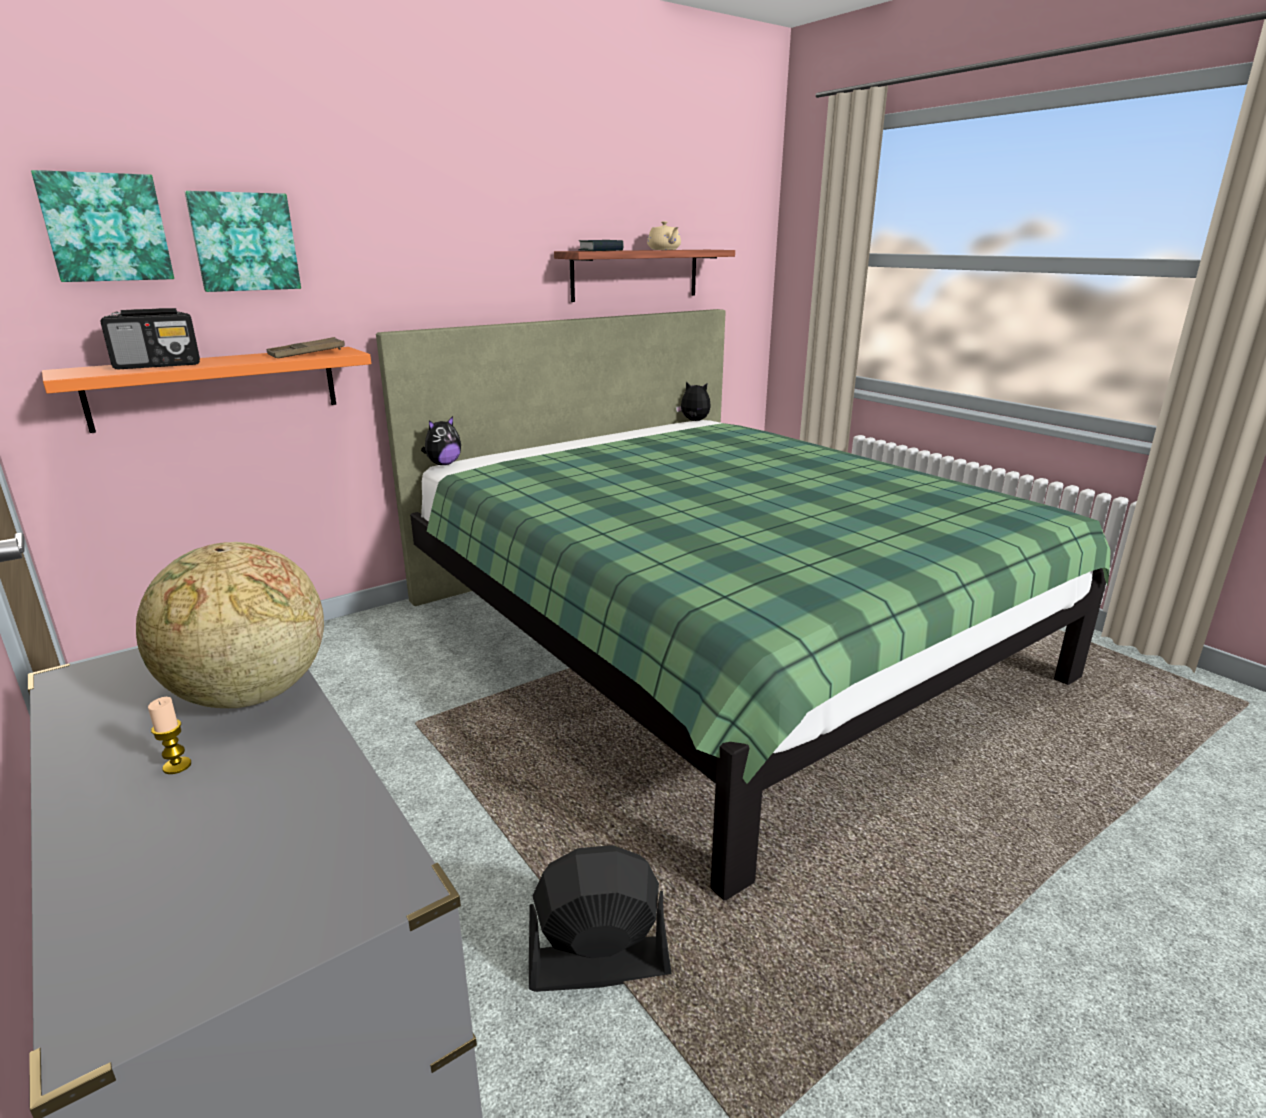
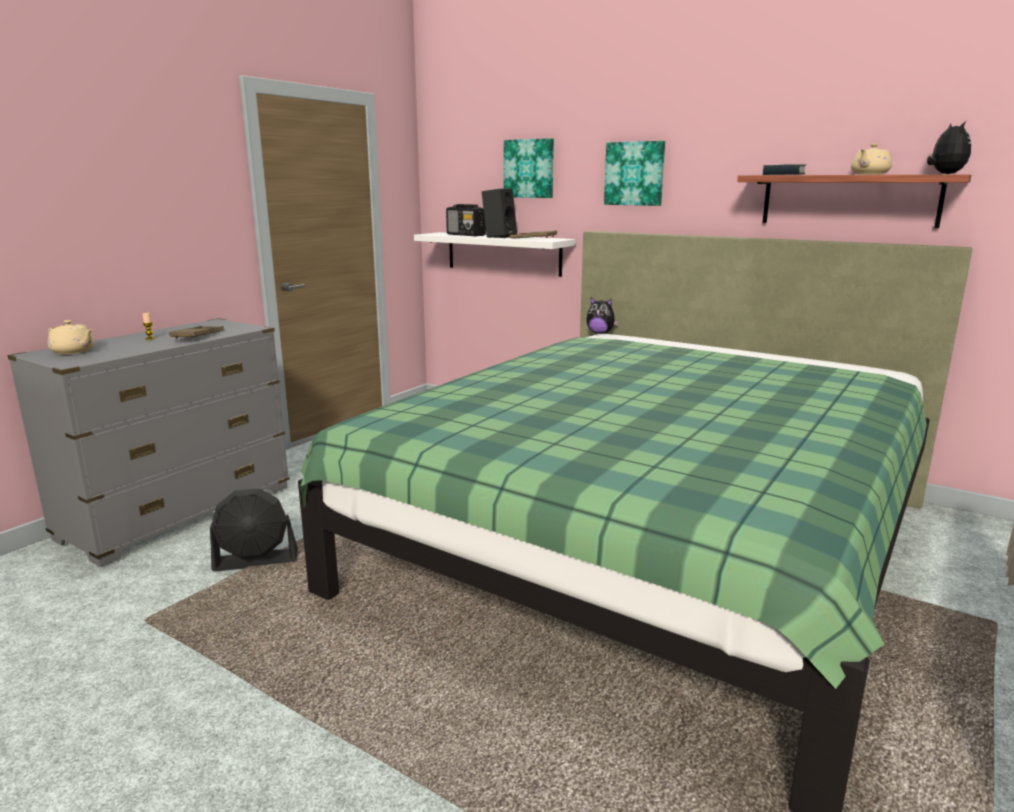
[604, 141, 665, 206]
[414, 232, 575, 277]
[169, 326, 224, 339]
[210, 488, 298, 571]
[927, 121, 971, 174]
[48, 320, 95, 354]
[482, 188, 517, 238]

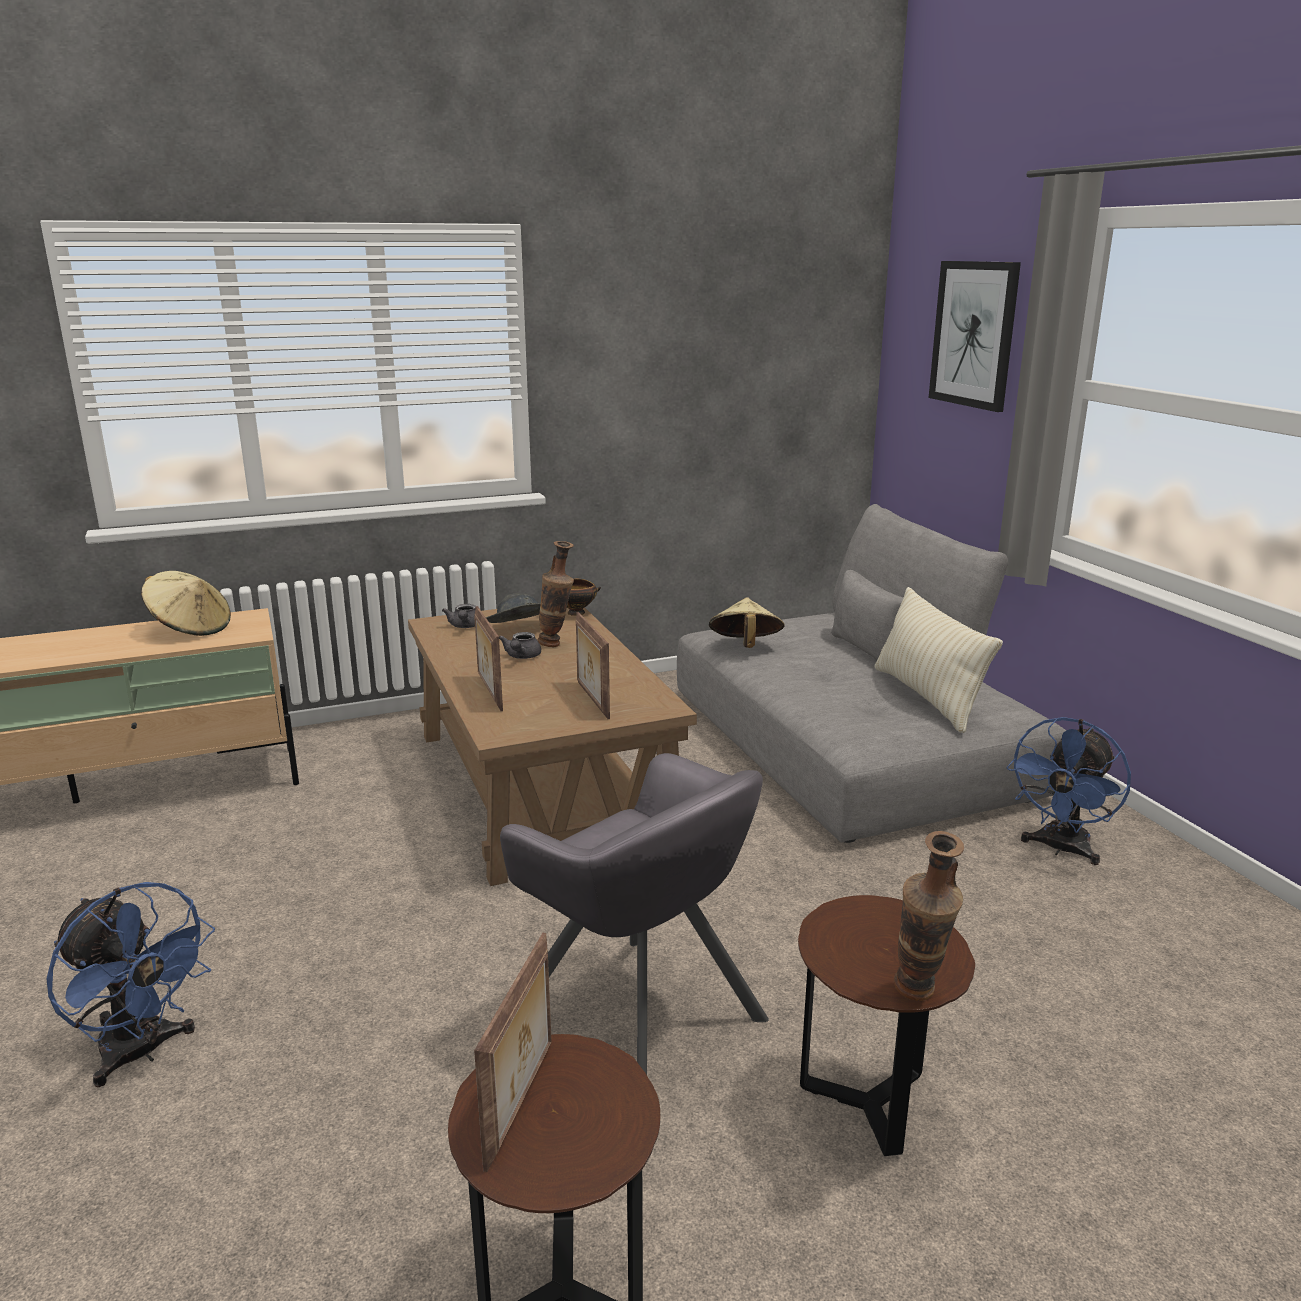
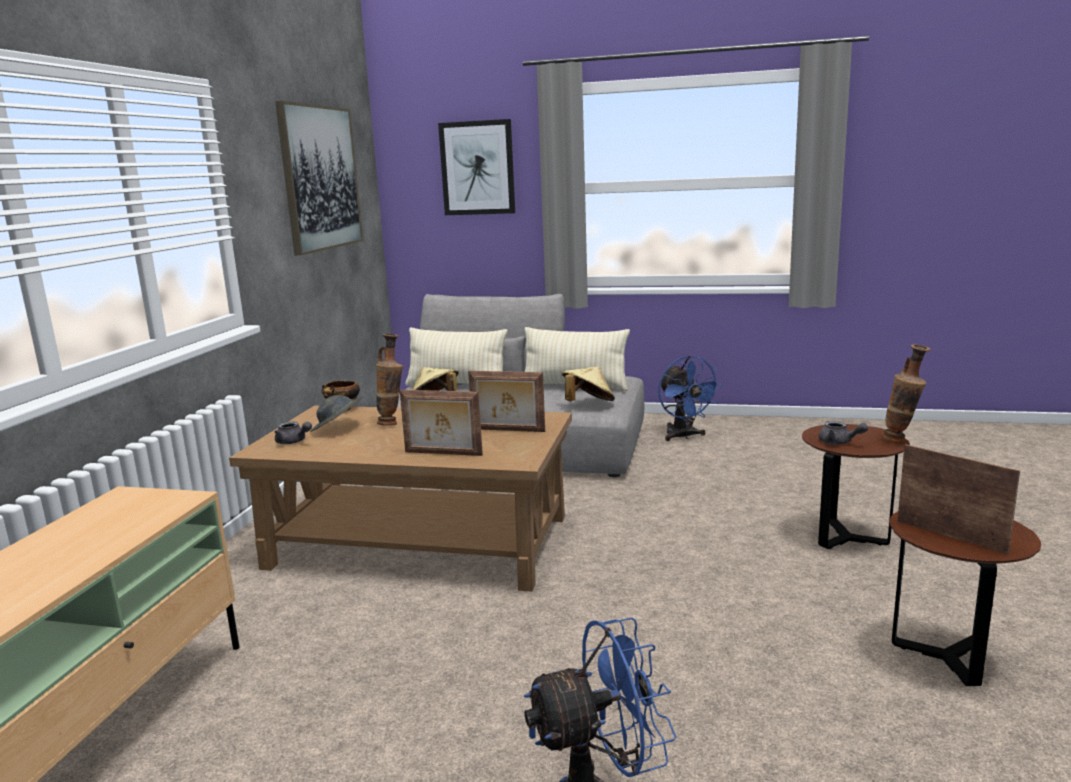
[562, 366, 615, 401]
[819, 421, 868, 445]
[500, 753, 769, 1075] (first image)
[275, 101, 363, 256]
[405, 328, 508, 386]

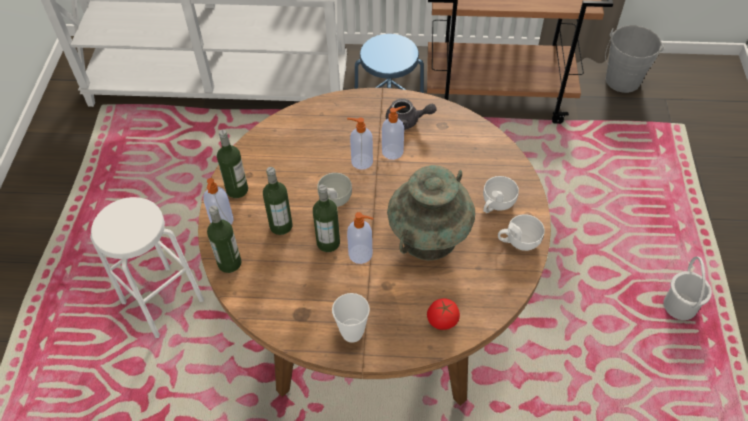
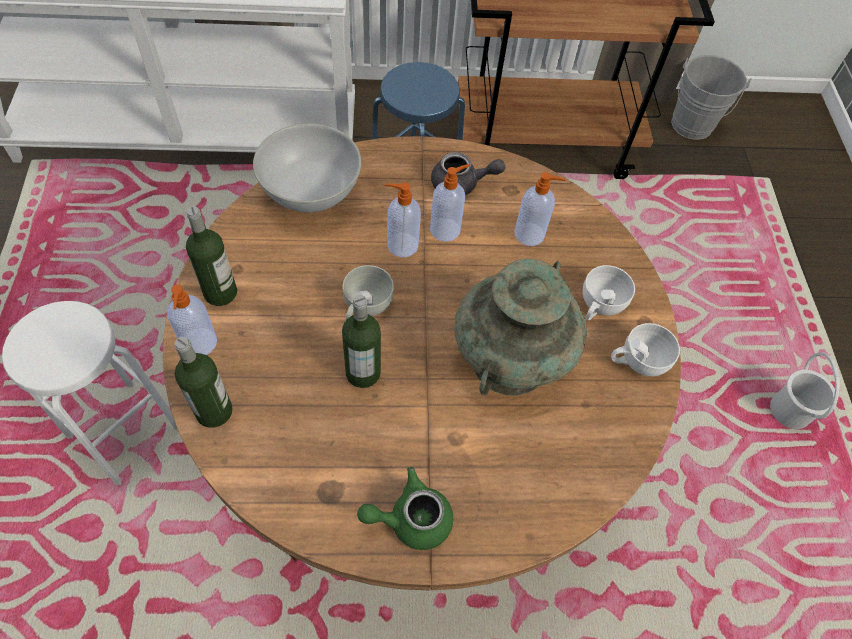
[263, 167, 293, 235] (first image)
[357, 467, 453, 550]
[514, 172, 566, 246]
[427, 298, 460, 330] (first image)
[253, 123, 361, 212]

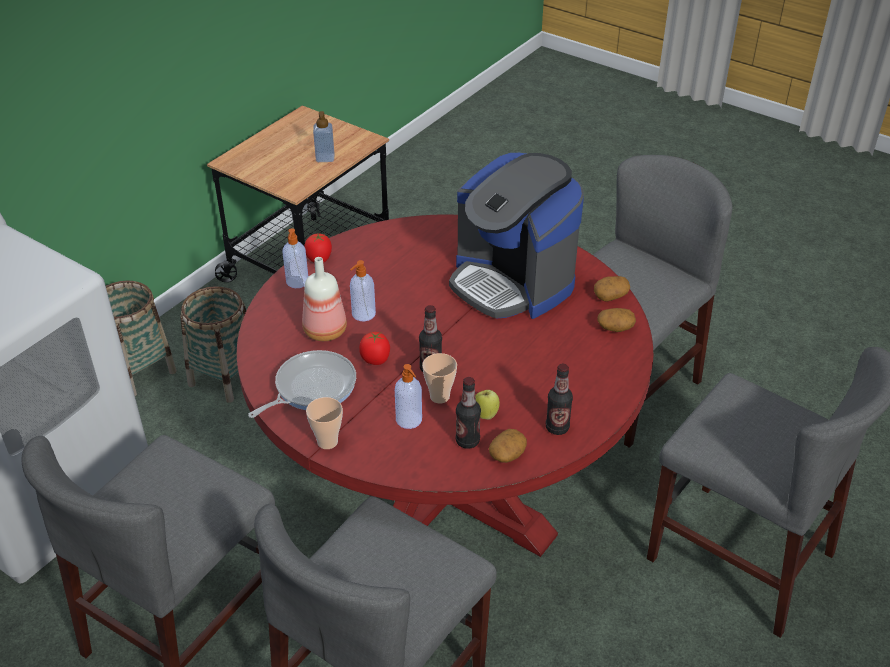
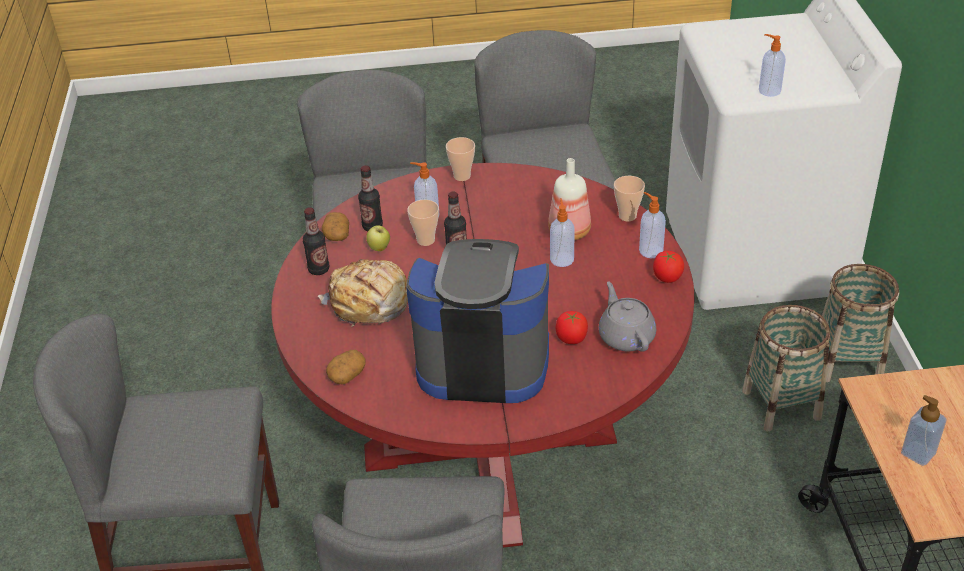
[248, 350, 356, 418] (first image)
[556, 311, 588, 344]
[594, 276, 630, 301] (first image)
[318, 259, 408, 327]
[599, 281, 656, 352]
[614, 176, 645, 222]
[759, 34, 786, 97]

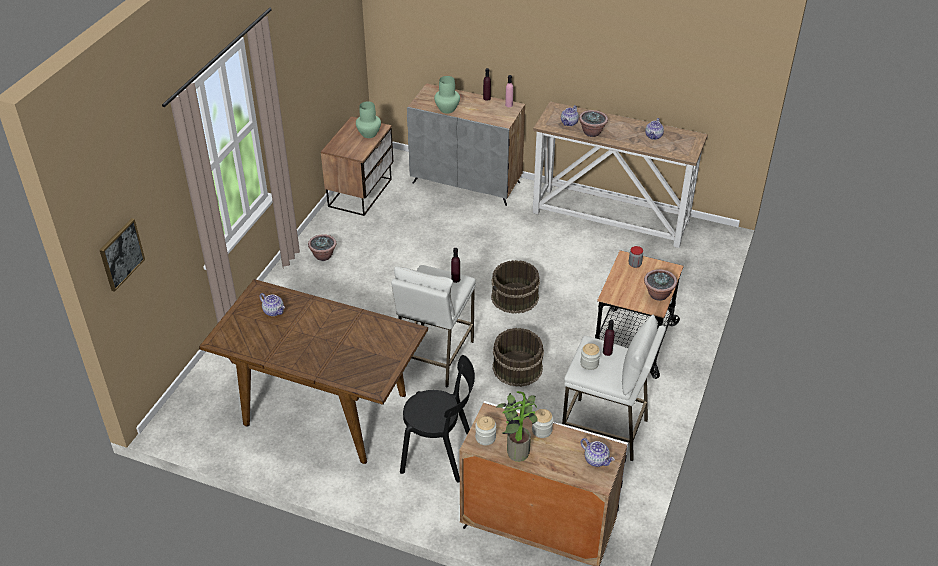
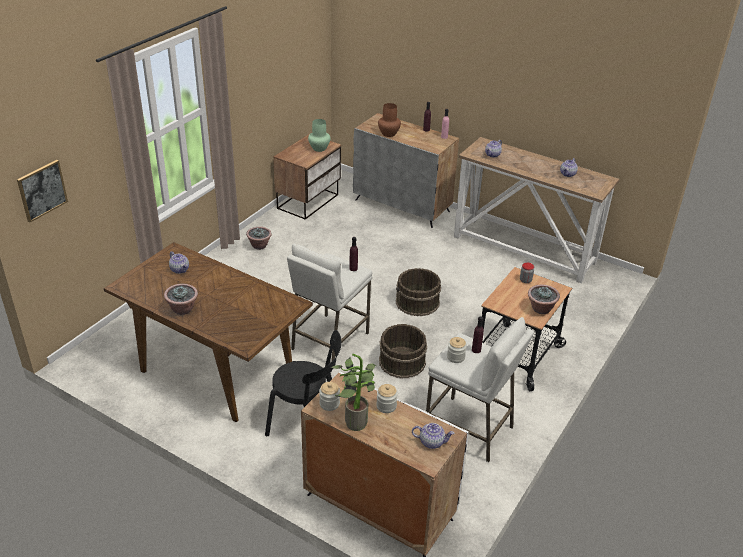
[378, 103, 401, 137]
[164, 284, 198, 315]
[412, 423, 454, 449]

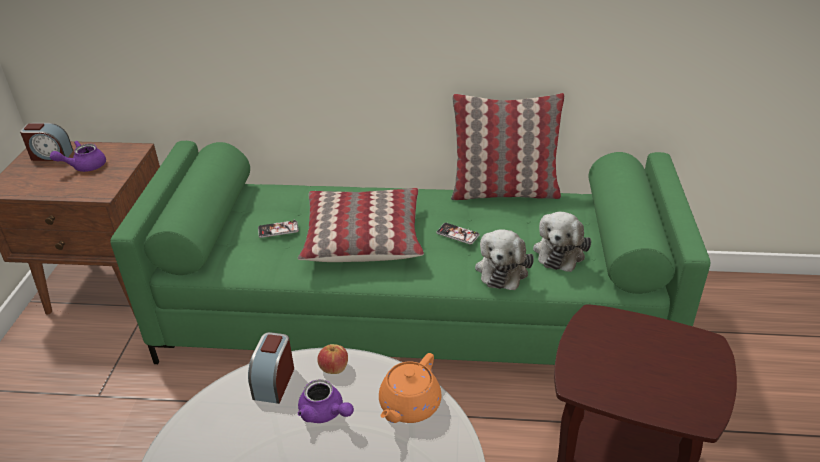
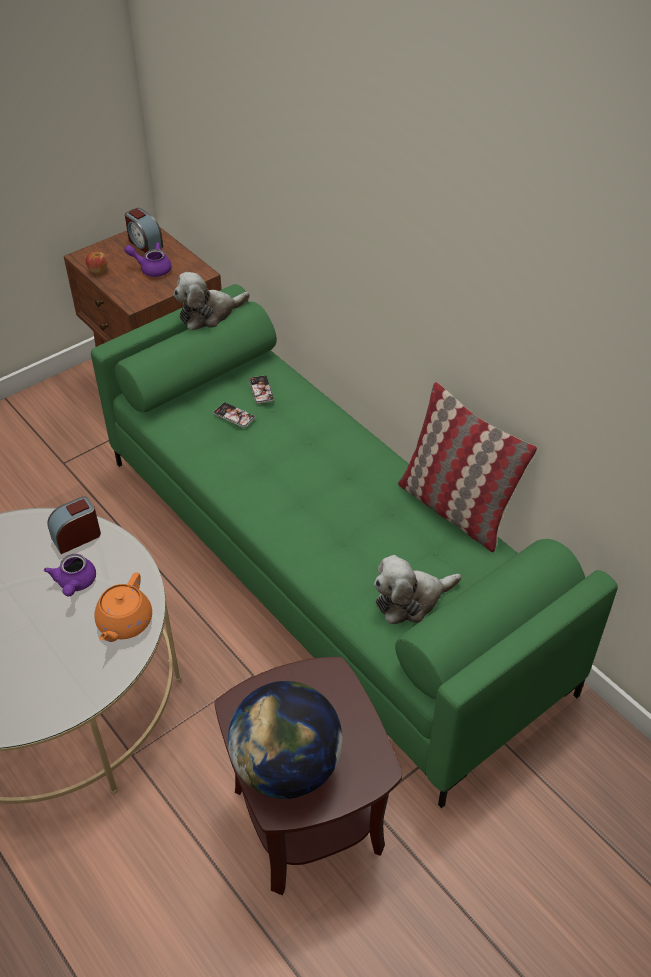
[298, 188, 424, 262] (first image)
[86, 252, 108, 274]
[94, 572, 152, 642]
[249, 375, 274, 404]
[173, 272, 250, 330]
[228, 681, 343, 799]

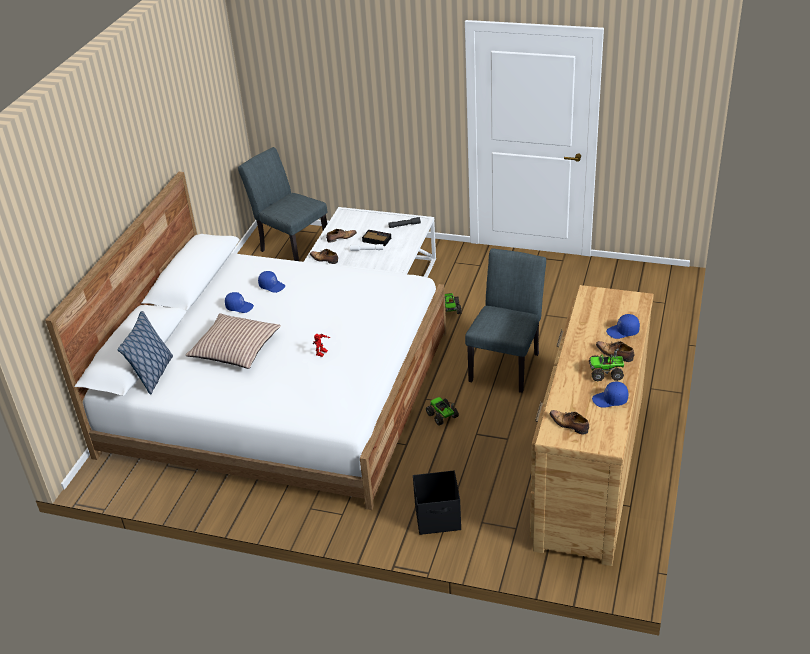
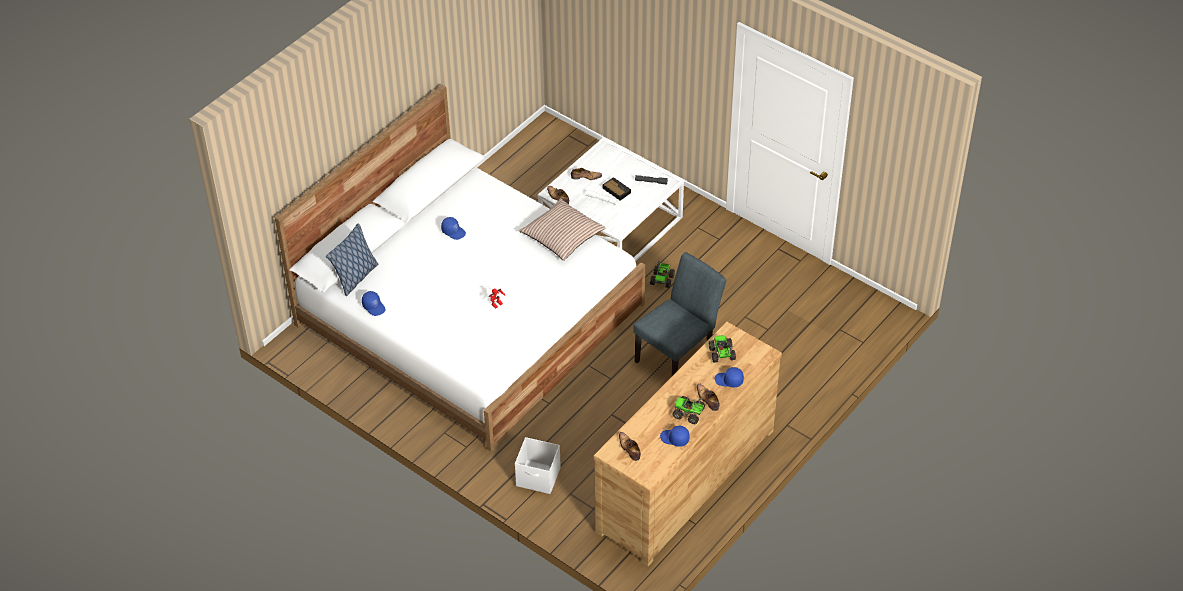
[519, 198, 606, 261]
[238, 147, 327, 261] (first image)
[362, 291, 386, 316]
[515, 437, 561, 494]
[709, 335, 736, 363]

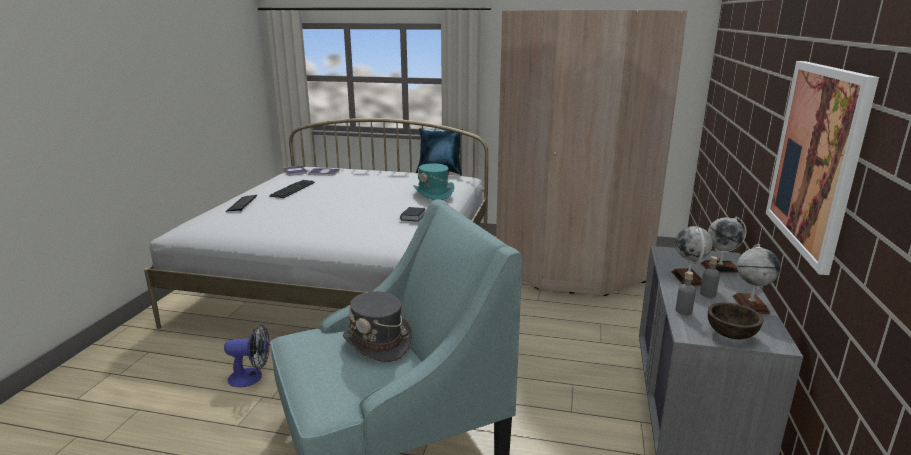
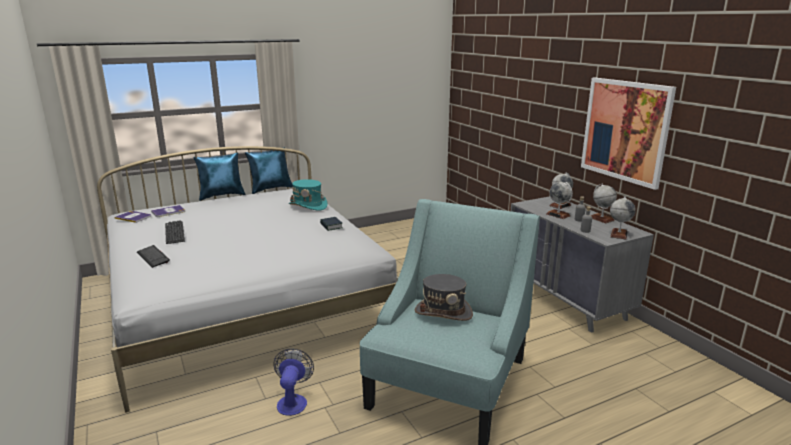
[273, 349, 314, 416]
[496, 10, 688, 296] (first image)
[610, 196, 636, 240]
[194, 153, 246, 201]

